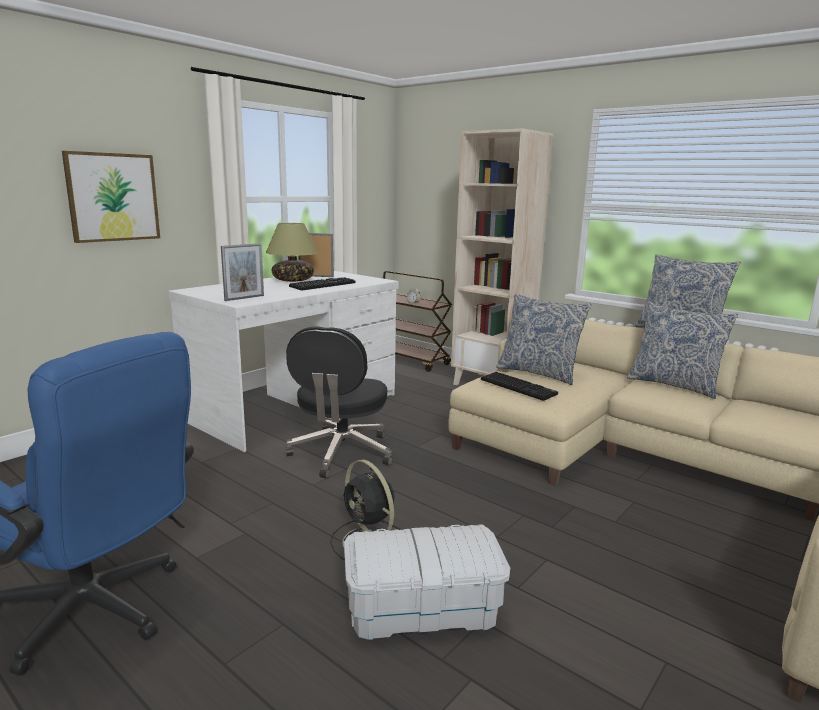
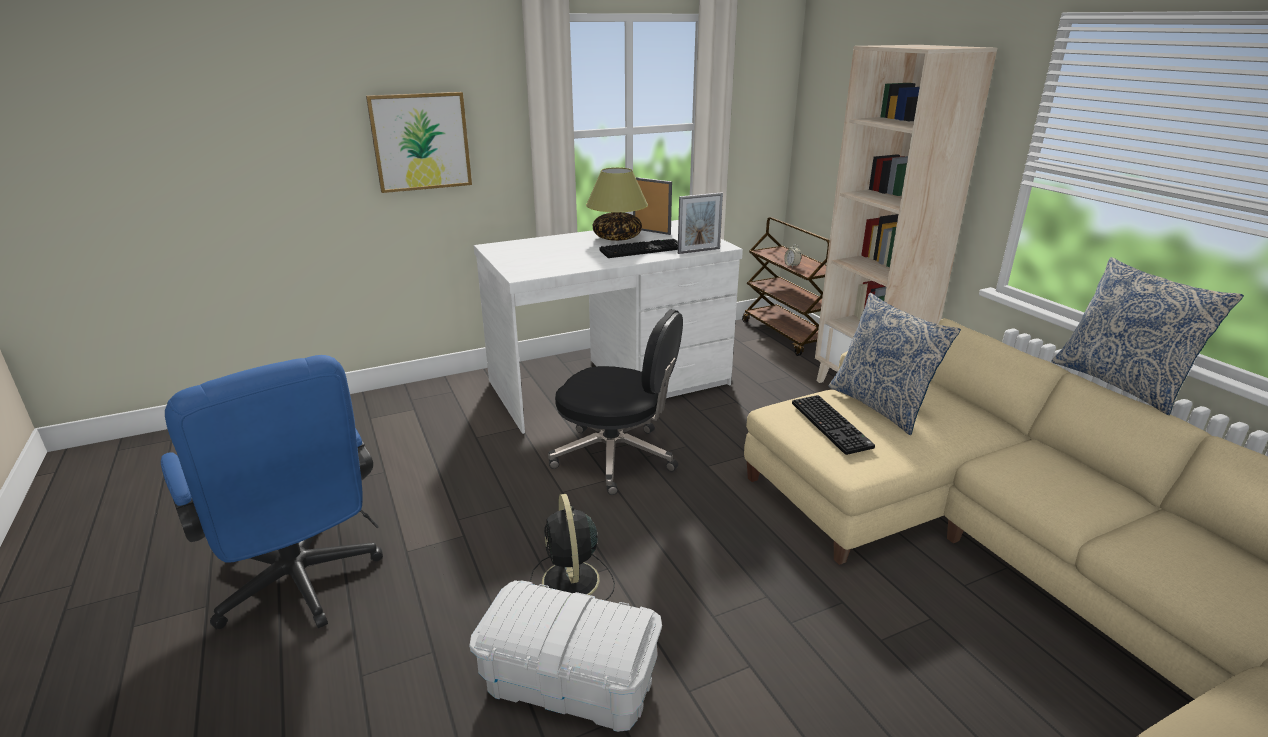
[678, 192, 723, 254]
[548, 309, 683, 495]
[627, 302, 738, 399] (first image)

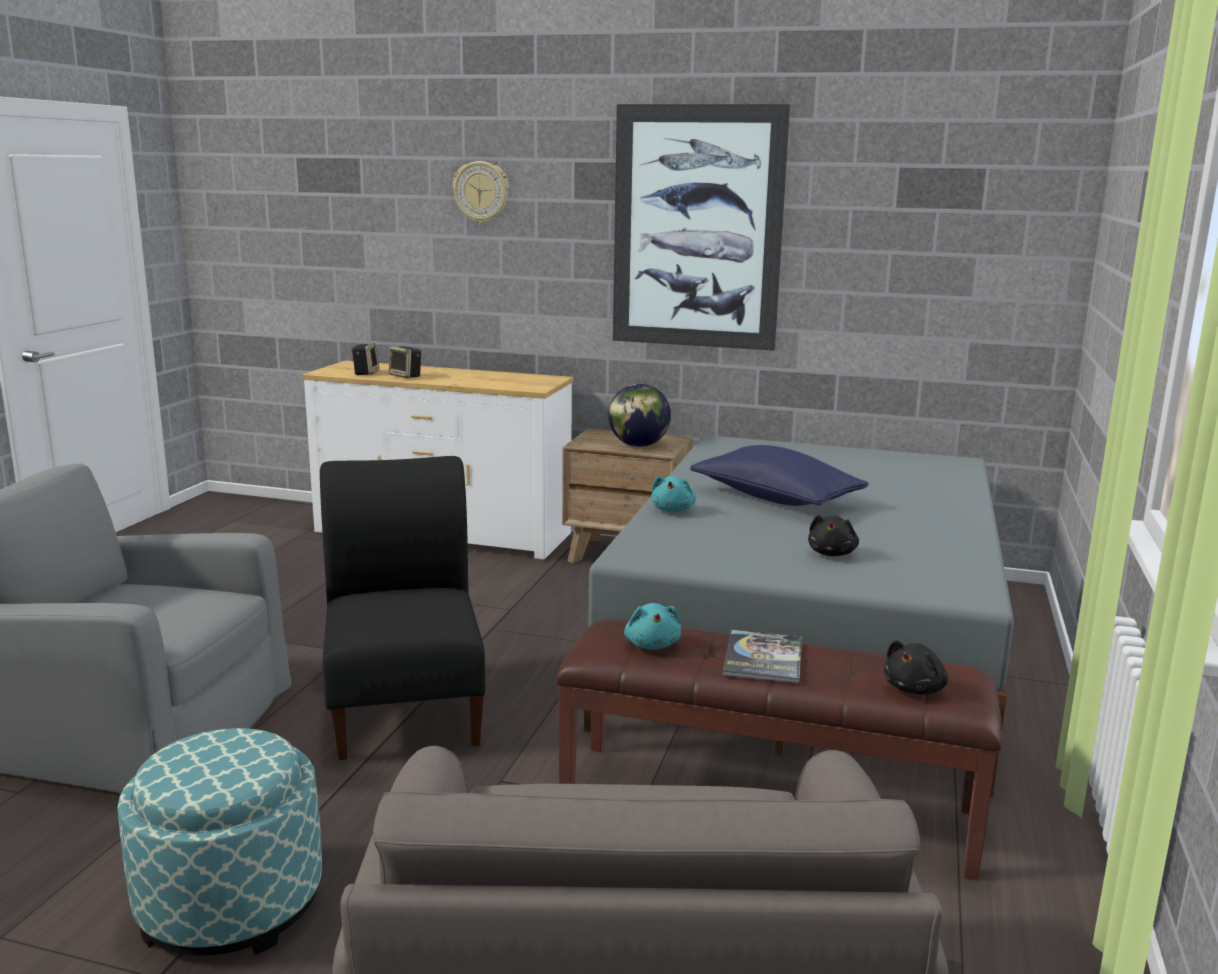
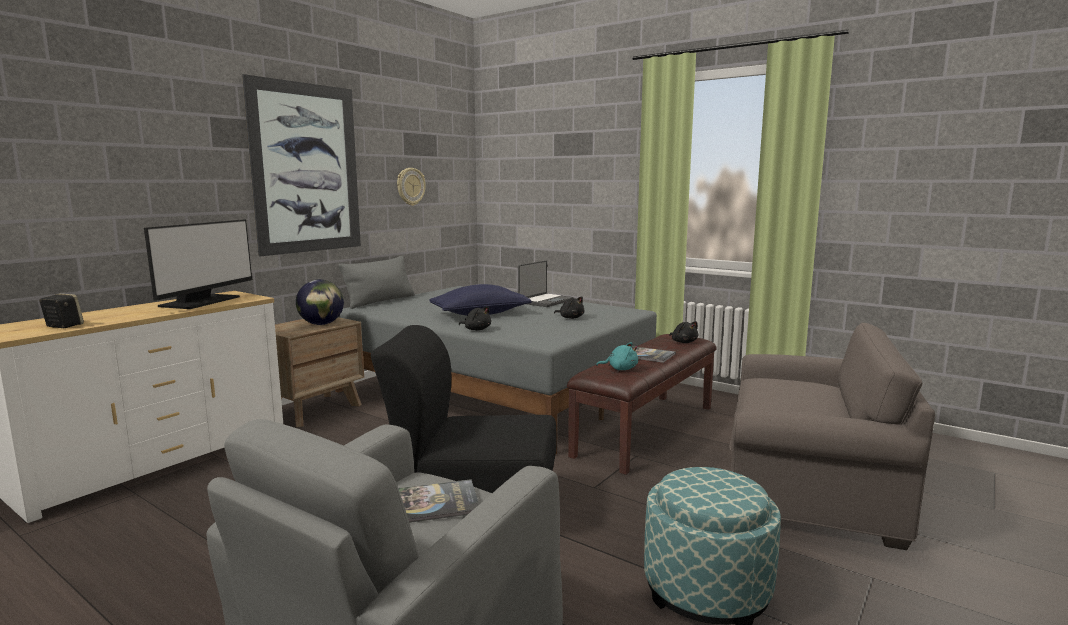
[389, 346, 421, 378] (first image)
[397, 168, 426, 206]
[459, 306, 491, 330]
[144, 220, 252, 309]
[338, 255, 415, 309]
[398, 479, 479, 523]
[518, 261, 574, 307]

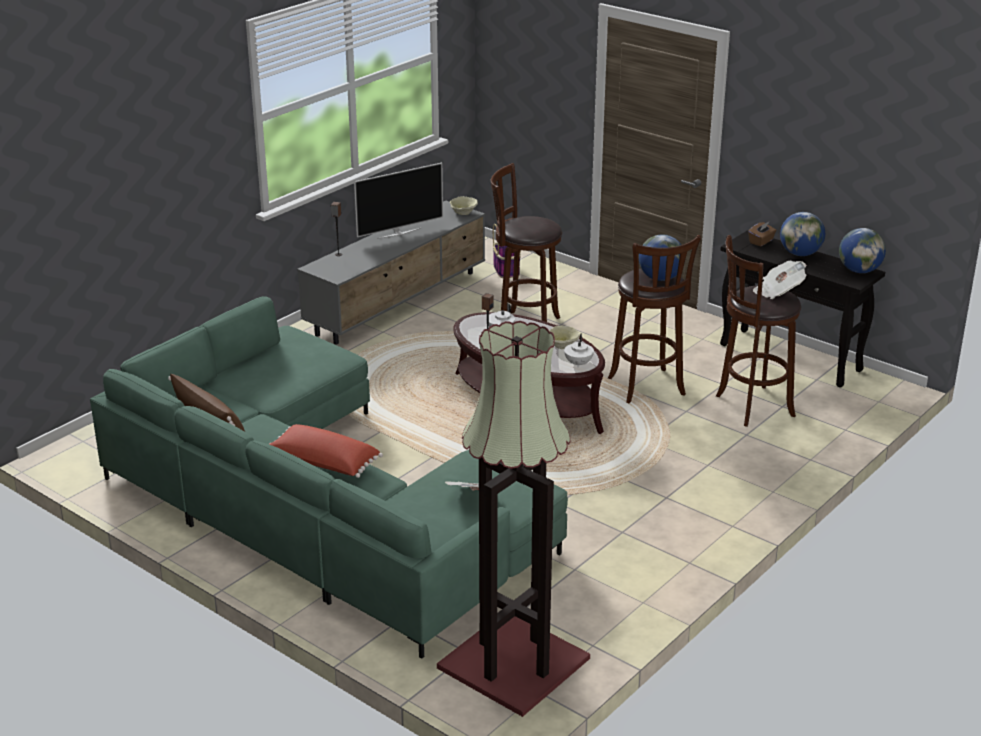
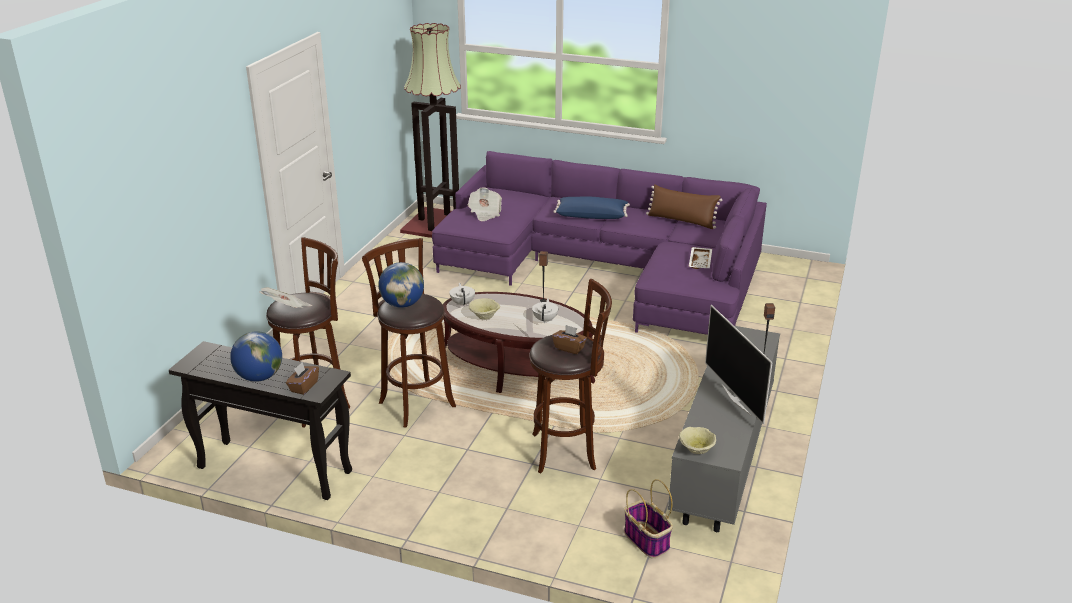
[432, 151, 767, 335]
[553, 197, 630, 219]
[705, 305, 773, 424]
[839, 228, 886, 273] (first image)
[552, 325, 587, 354]
[689, 247, 712, 269]

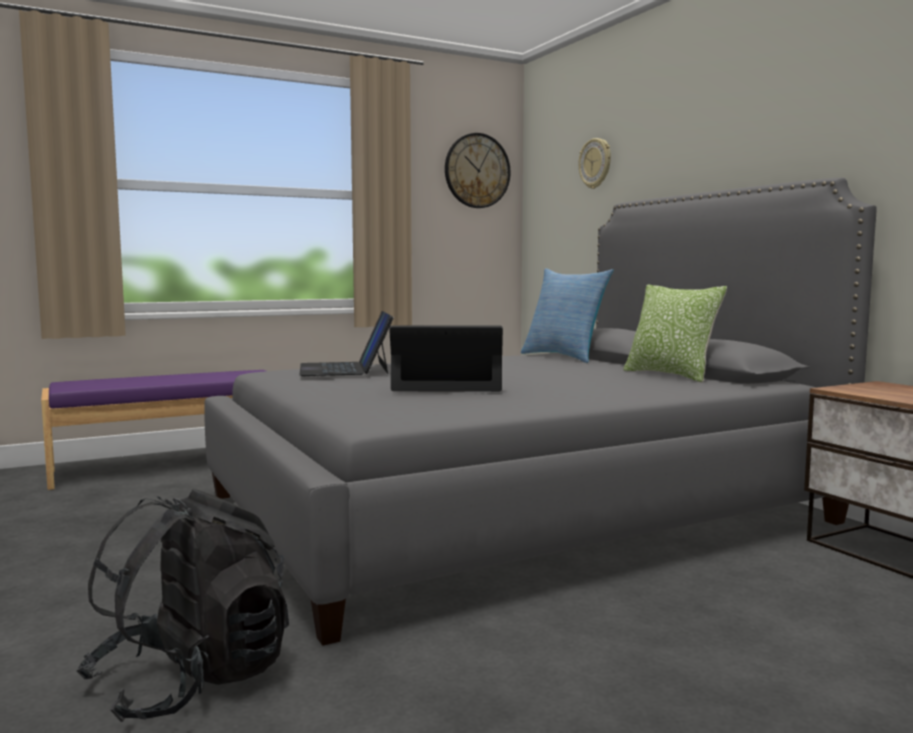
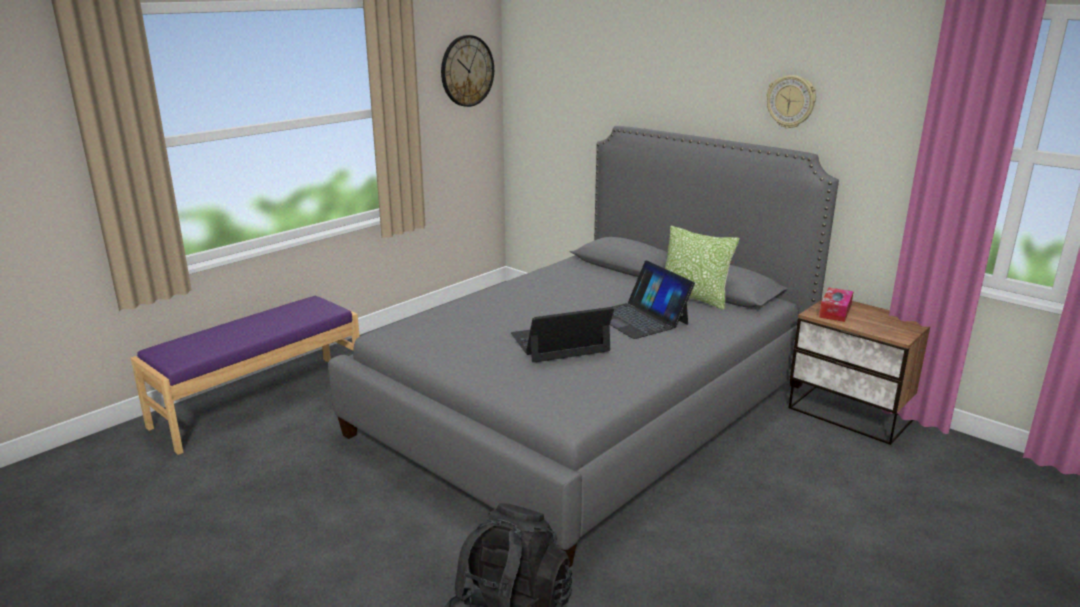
[610, 260, 695, 339]
[521, 268, 614, 363] (first image)
[767, 75, 816, 129]
[819, 288, 854, 322]

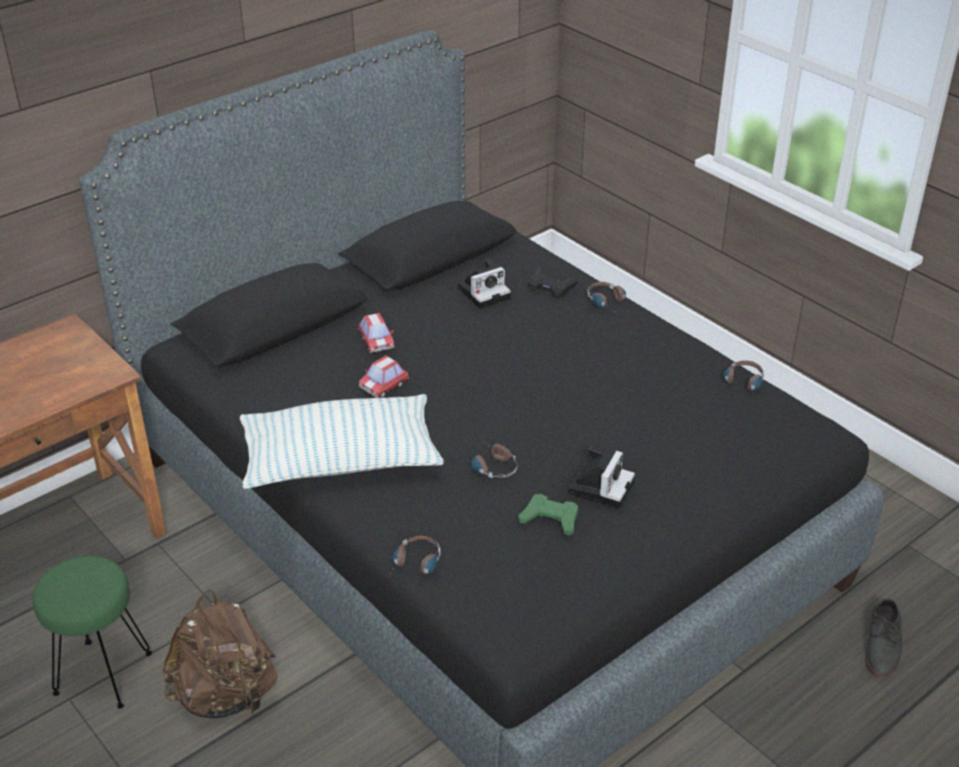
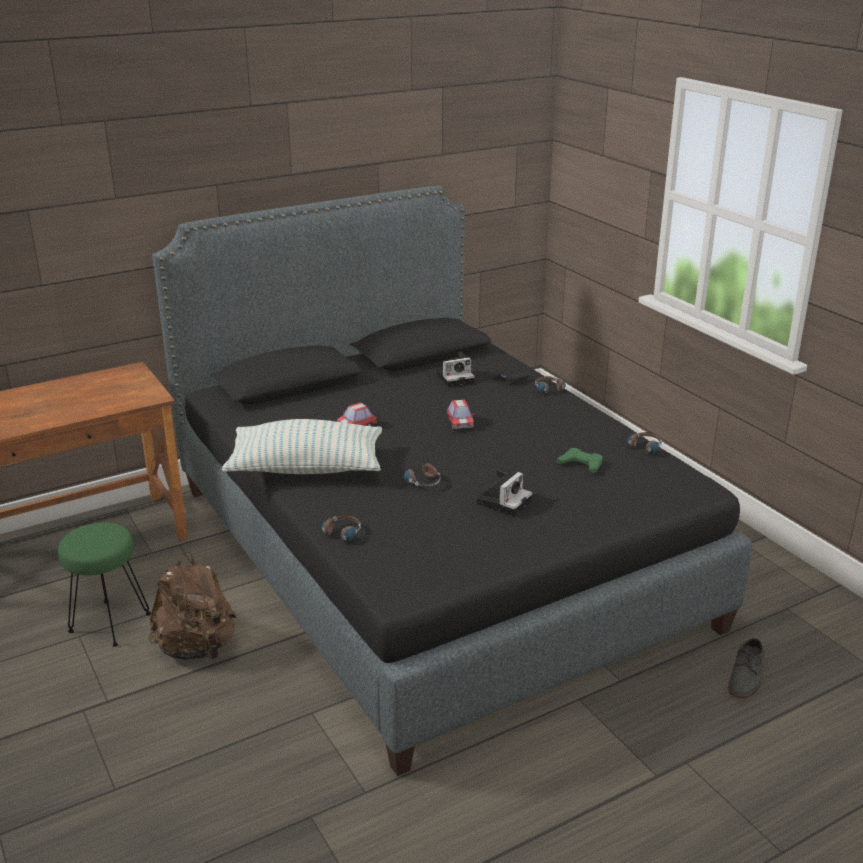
[447, 400, 475, 429]
[557, 448, 602, 473]

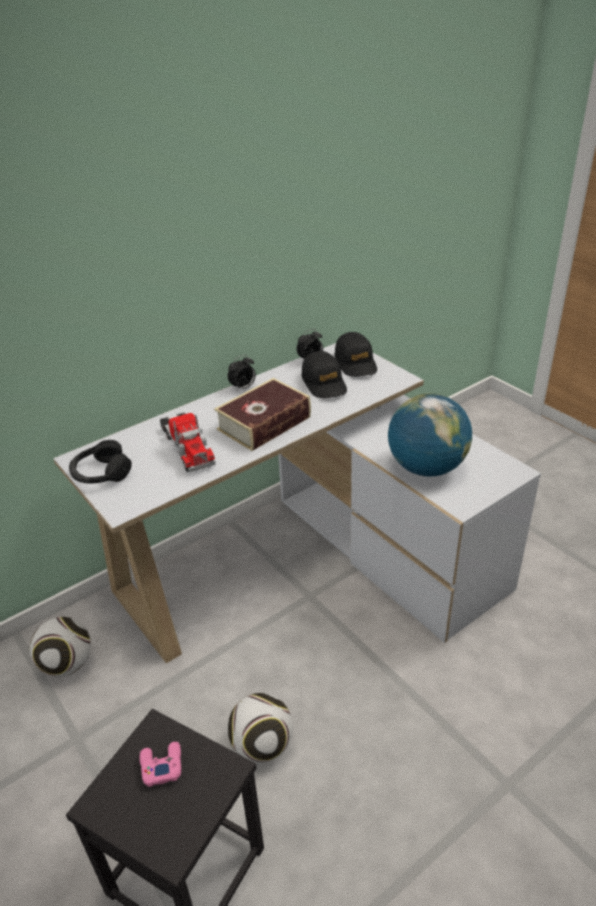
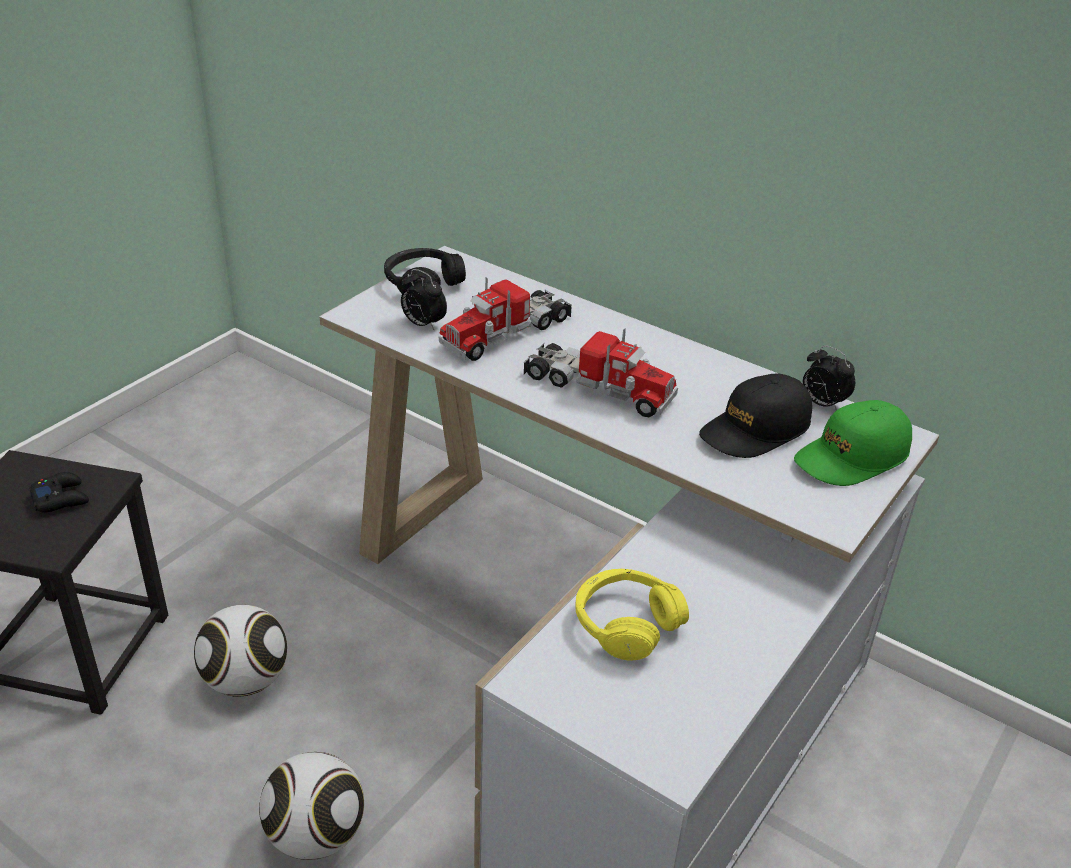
[259, 752, 364, 860]
[29, 472, 89, 513]
[524, 328, 678, 417]
[401, 269, 447, 330]
[794, 400, 912, 486]
[575, 569, 689, 661]

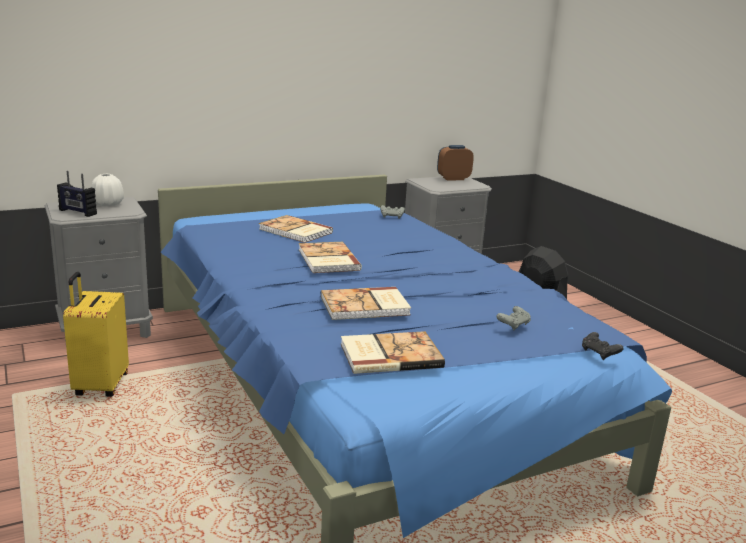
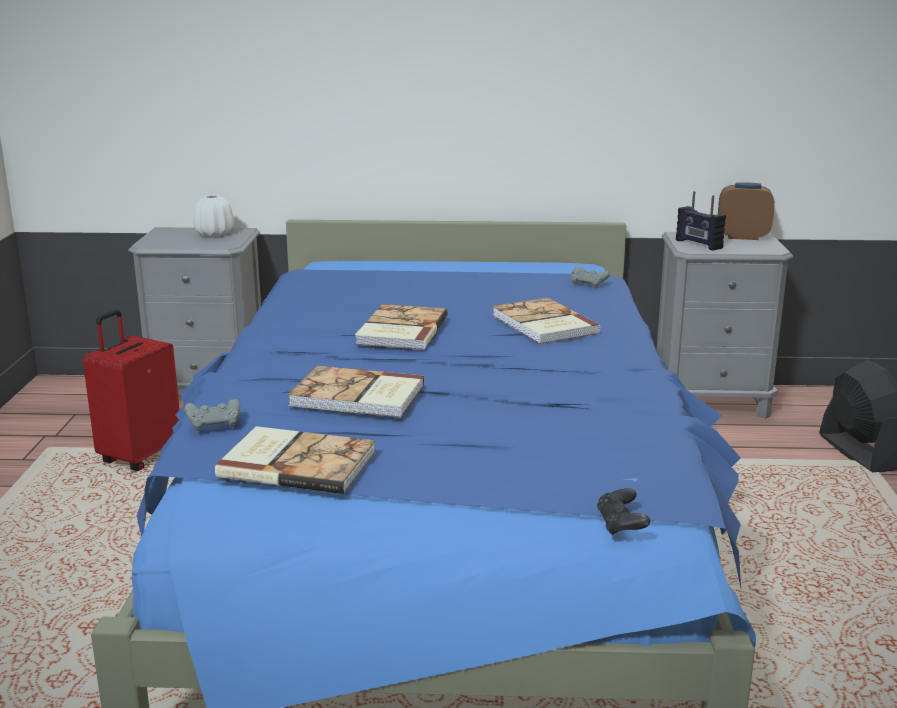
[676, 191, 726, 250]
[83, 310, 180, 471]
[492, 297, 600, 344]
[184, 398, 240, 431]

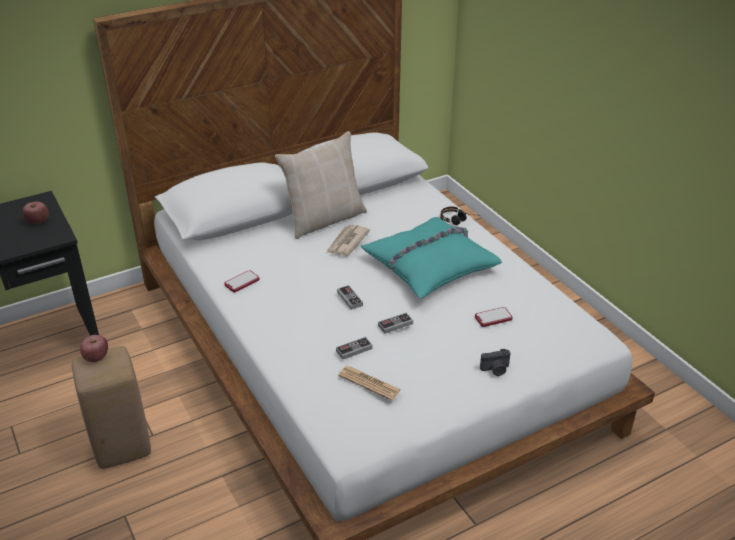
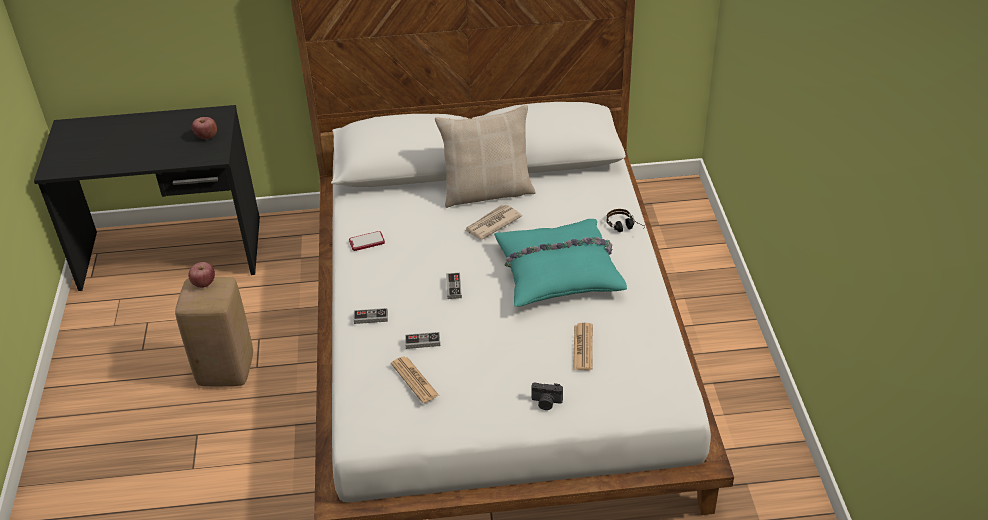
[354, 308, 388, 324]
[573, 323, 593, 370]

